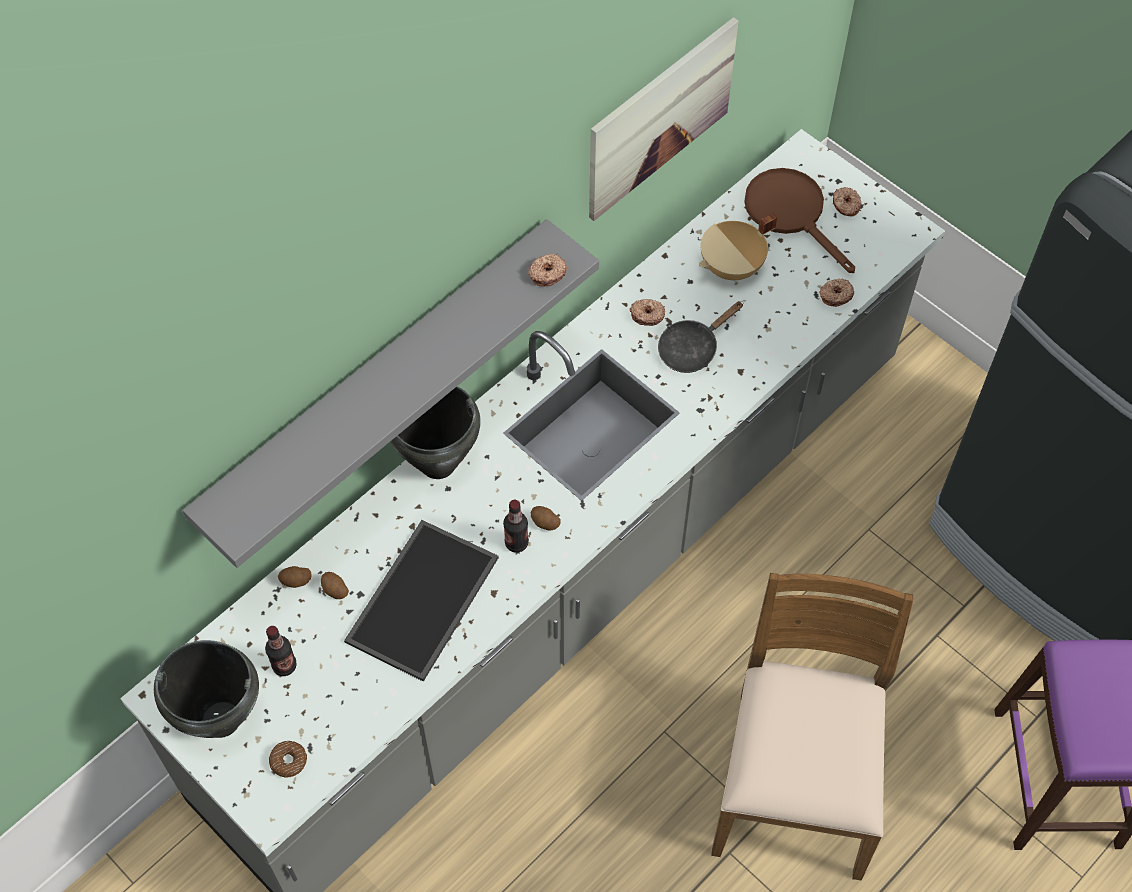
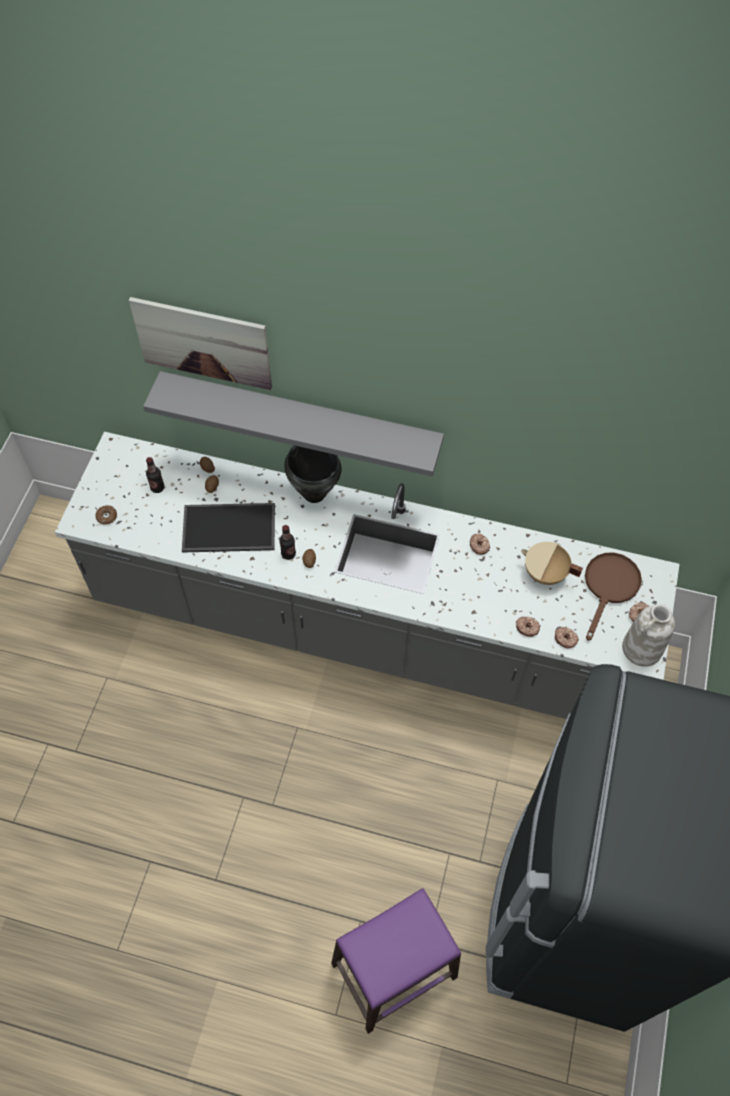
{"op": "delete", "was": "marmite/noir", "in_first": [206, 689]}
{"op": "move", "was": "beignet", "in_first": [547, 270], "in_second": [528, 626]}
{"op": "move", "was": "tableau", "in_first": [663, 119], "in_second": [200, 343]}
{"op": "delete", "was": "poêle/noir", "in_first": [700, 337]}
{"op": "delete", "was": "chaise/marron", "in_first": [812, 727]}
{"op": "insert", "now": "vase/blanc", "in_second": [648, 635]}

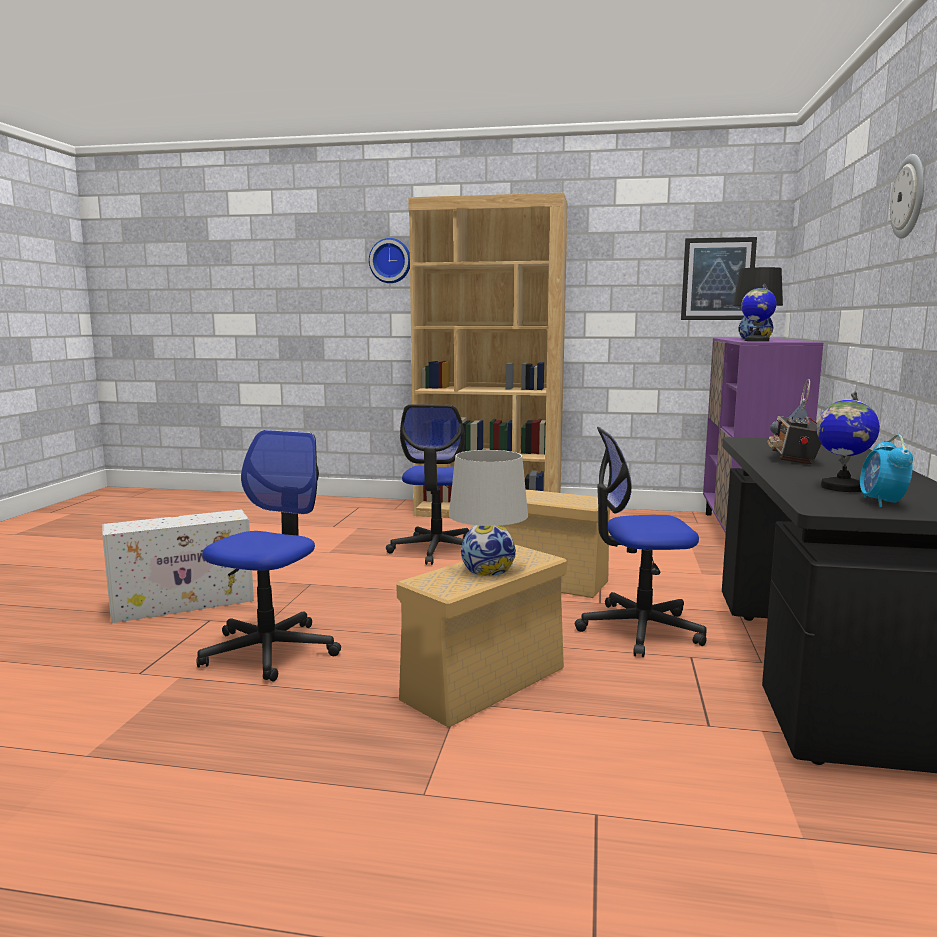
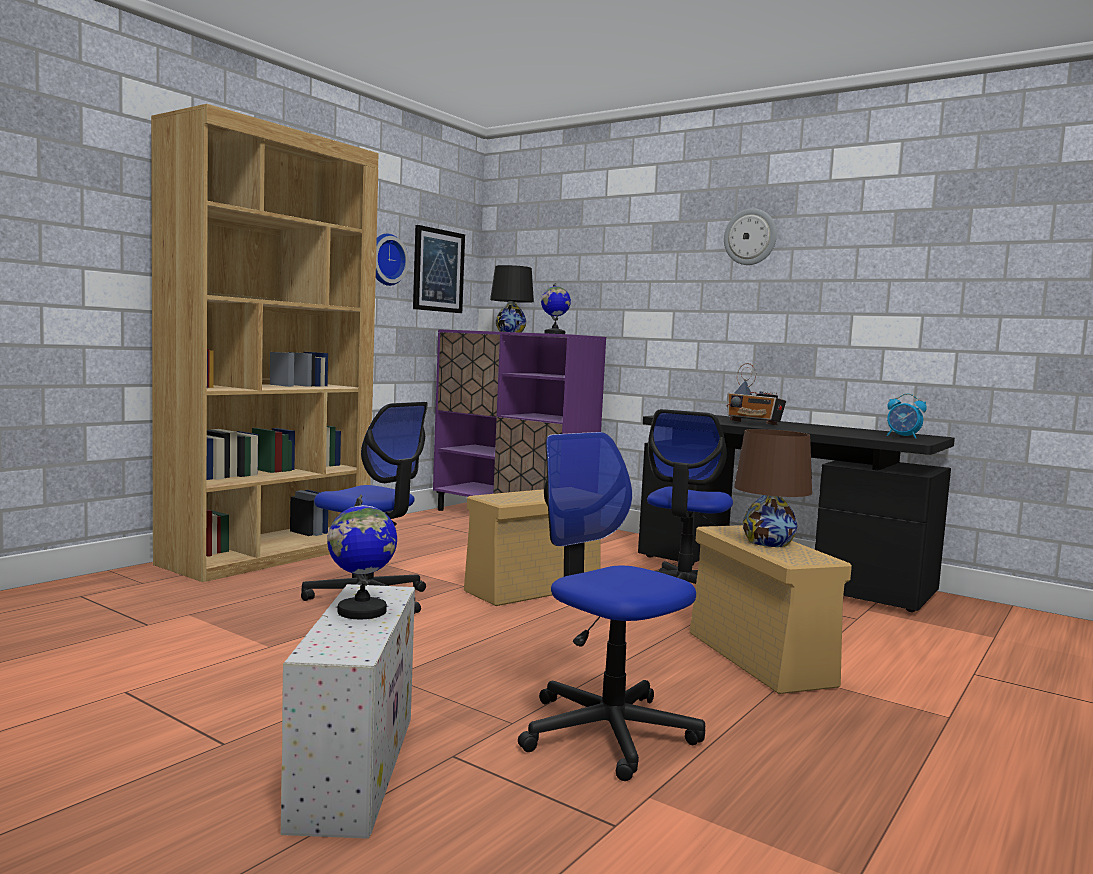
{"op": "move", "was": "horloge murale", "in_first": [389, 260], "in_second": [392, 260]}
{"op": "recolor", "was": "lampe de table/blanc", "now": "lampe de table/marron", "in_first": [488, 513], "in_second": [773, 488]}
{"op": "move", "was": "globe", "in_first": [848, 442], "in_second": [362, 556]}

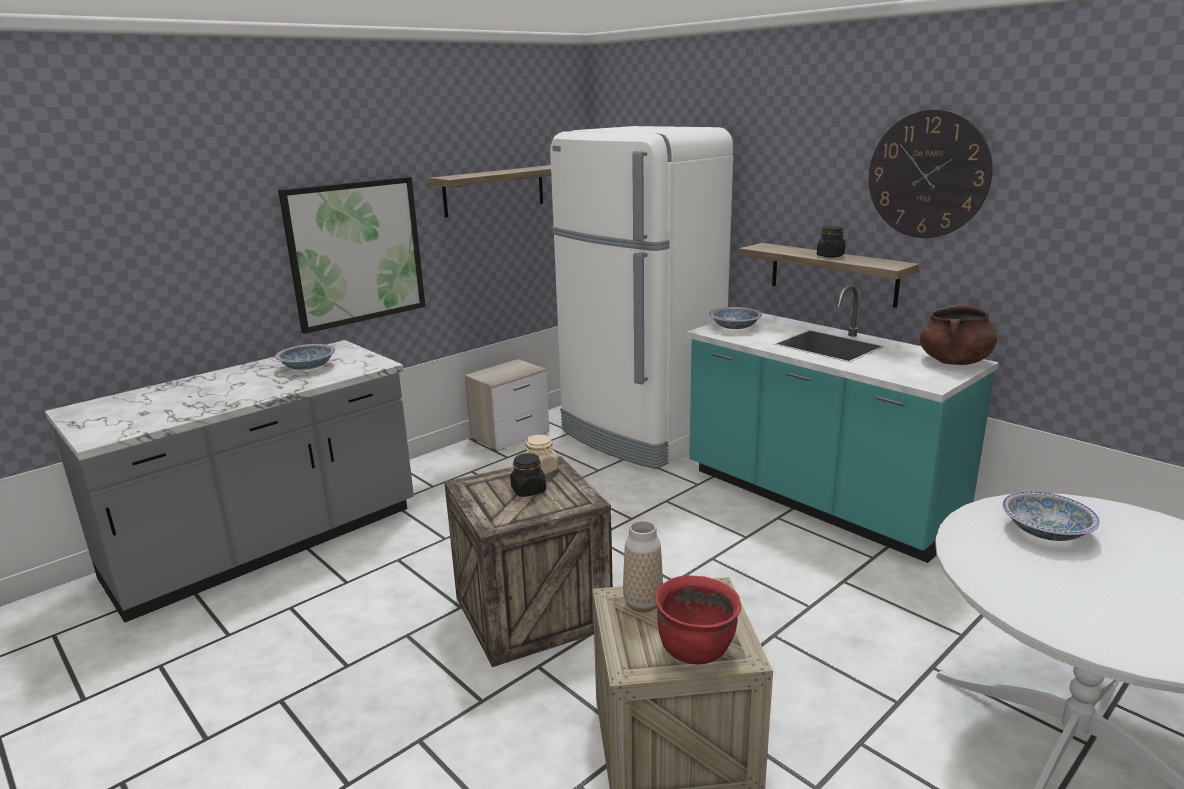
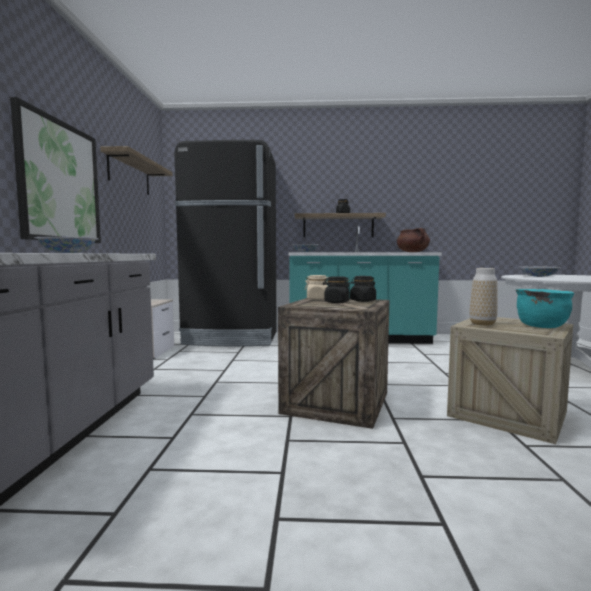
{"op": "recolor", "was": "réfrigérateur/blanc", "now": "réfrigérateur/noir", "in_first": [641, 297], "in_second": [225, 243]}
{"op": "recolor", "was": "marmite/rouge", "now": "marmite/turquoise", "in_first": [698, 619], "in_second": [545, 308]}
{"op": "delete", "was": "horloge murale", "in_first": [931, 174]}
{"op": "insert", "now": "bocal/noir", "in_second": [363, 289]}

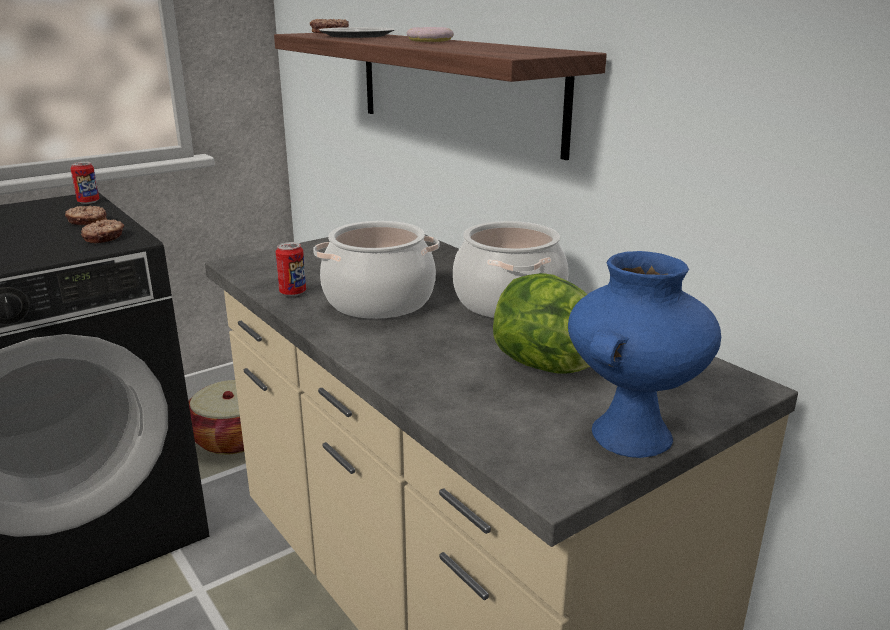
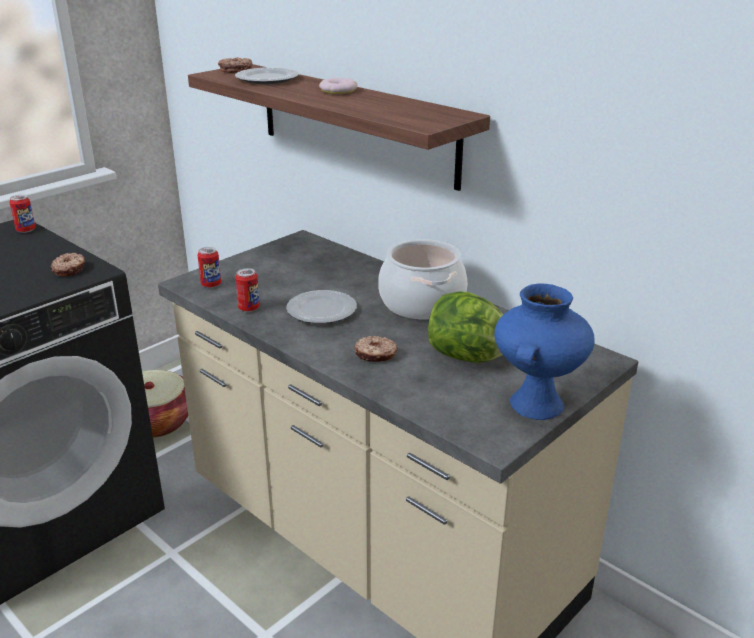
{"op": "move", "was": "beignet", "in_first": [86, 215], "in_second": [376, 349]}
{"op": "replace", "was": "marmite", "now": "assiette", "in_first": [376, 270], "in_second": [321, 307]}
{"op": "insert", "now": "boîte métallique", "in_second": [209, 267]}

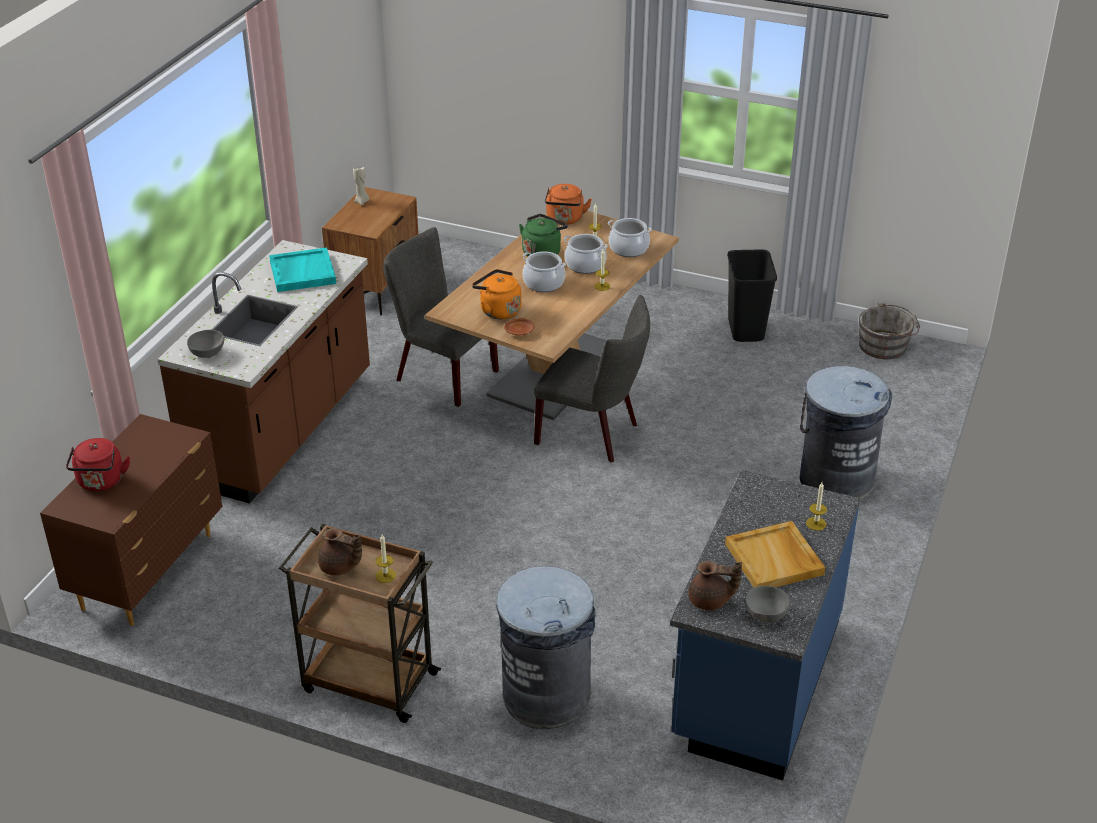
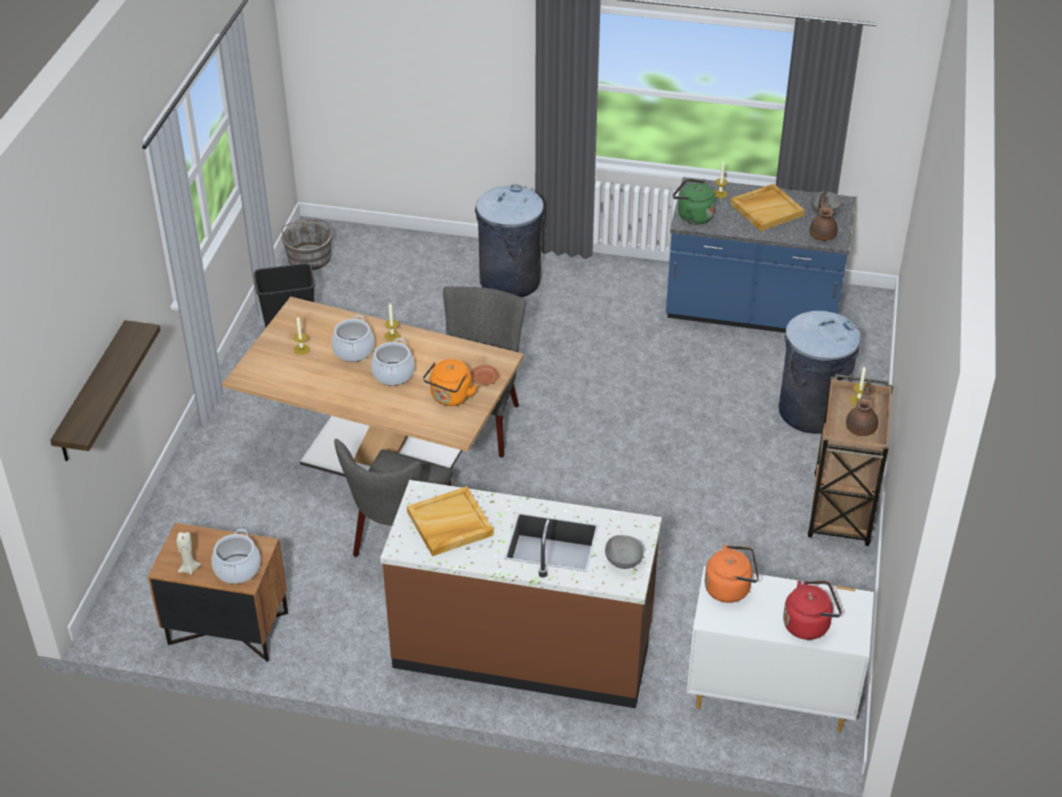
{"op": "recolor", "was": "commode/marron", "now": "commode/blanc", "in_first": [131, 520], "in_second": [780, 649]}
{"op": "recolor", "was": "plateau/turquoise", "now": "plateau/beige", "in_first": [302, 269], "in_second": [450, 521]}
{"op": "move", "was": "bouilloire/vert", "in_first": [543, 235], "in_second": [694, 202]}
{"op": "move", "was": "bouilloire/orange", "in_first": [568, 204], "in_second": [732, 574]}
{"op": "move", "was": "marmite", "in_first": [630, 237], "in_second": [236, 556]}
{"op": "insert", "now": "étagère", "in_second": [105, 390]}

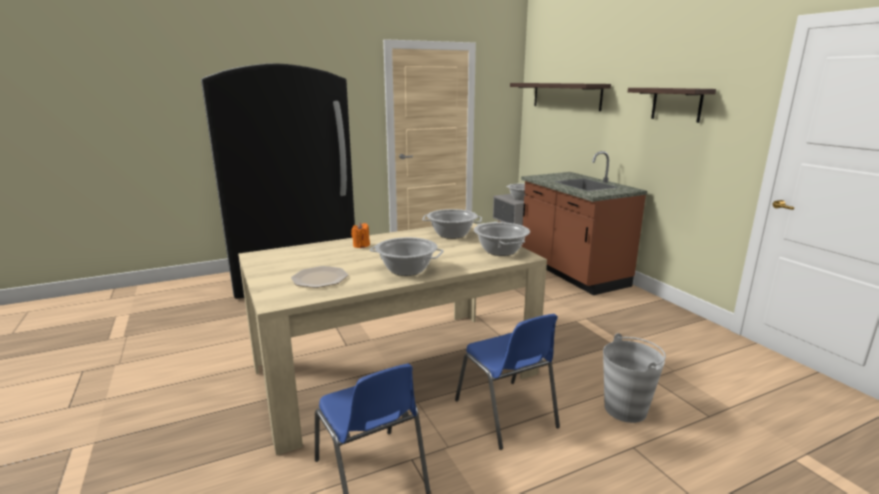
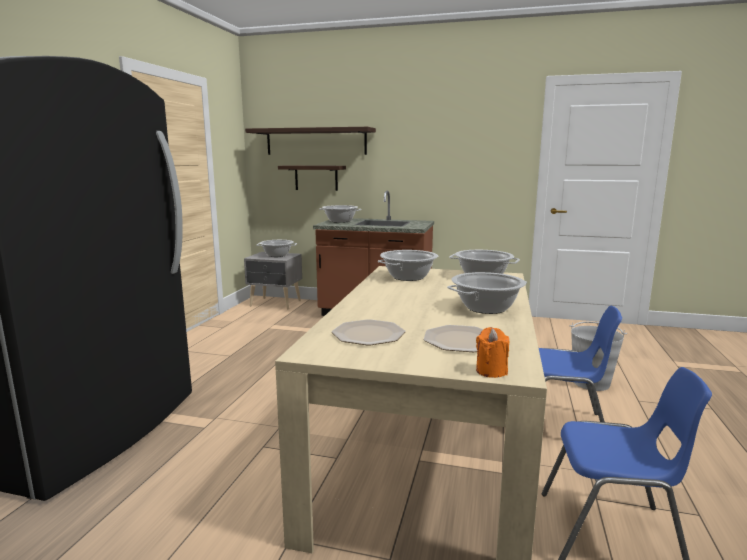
{"op": "move", "was": "bougie/orange", "in_first": [360, 235], "in_second": [492, 352]}
{"op": "move", "was": "étagère", "in_first": [672, 105], "in_second": [312, 178]}
{"op": "insert", "now": "marmite", "in_second": [340, 214]}
{"op": "insert", "now": "assiette", "in_second": [369, 332]}

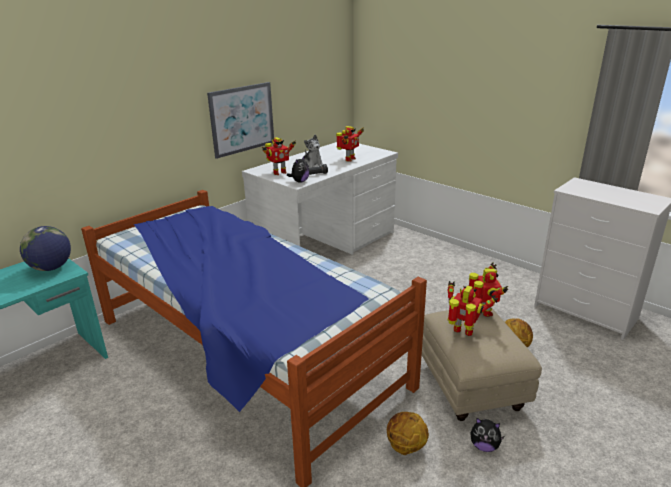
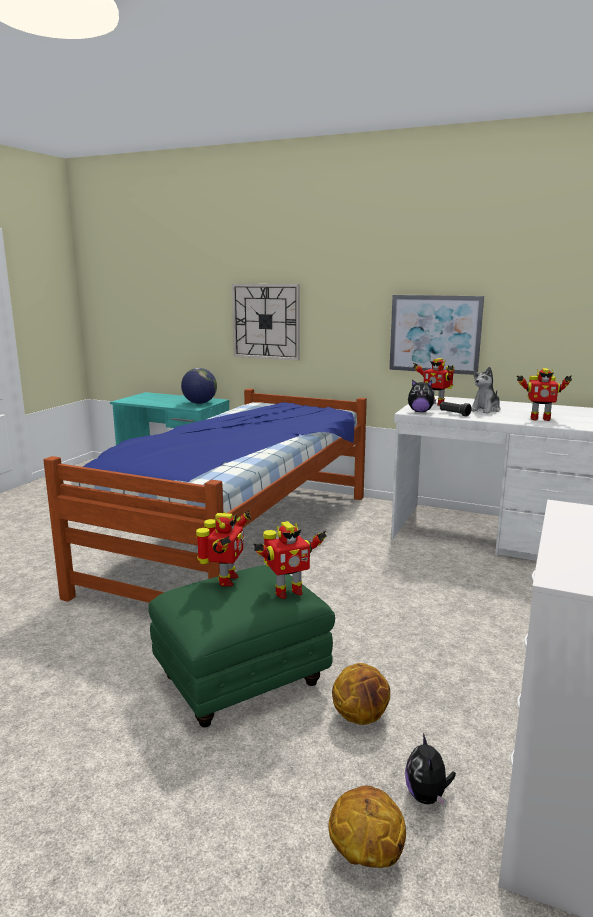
{"op": "move", "was": "ballon de basket", "in_first": [408, 433], "in_second": [367, 826]}
{"op": "recolor", "was": "pouf/beige", "now": "pouf/vert", "in_first": [482, 365], "in_second": [241, 646]}
{"op": "move", "was": "peluche", "in_first": [487, 435], "in_second": [430, 769]}
{"op": "insert", "now": "horloge murale", "in_second": [266, 322]}

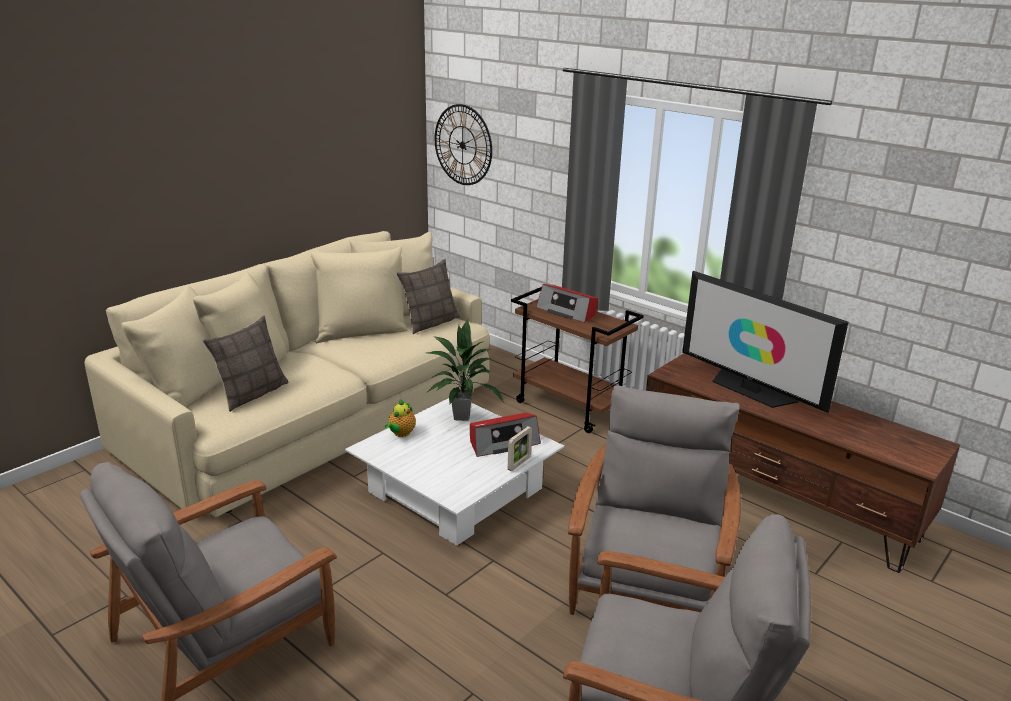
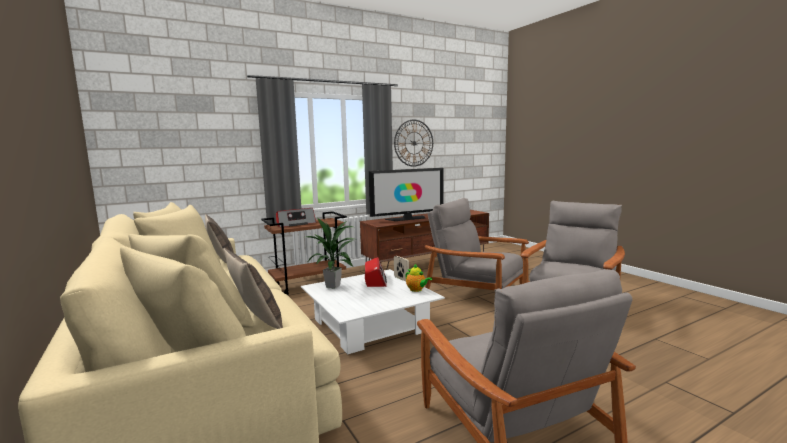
{"op": "move", "was": "théière", "in_first": [400, 418], "in_second": [418, 278]}
{"op": "move", "was": "horloge murale", "in_first": [463, 144], "in_second": [413, 143]}

